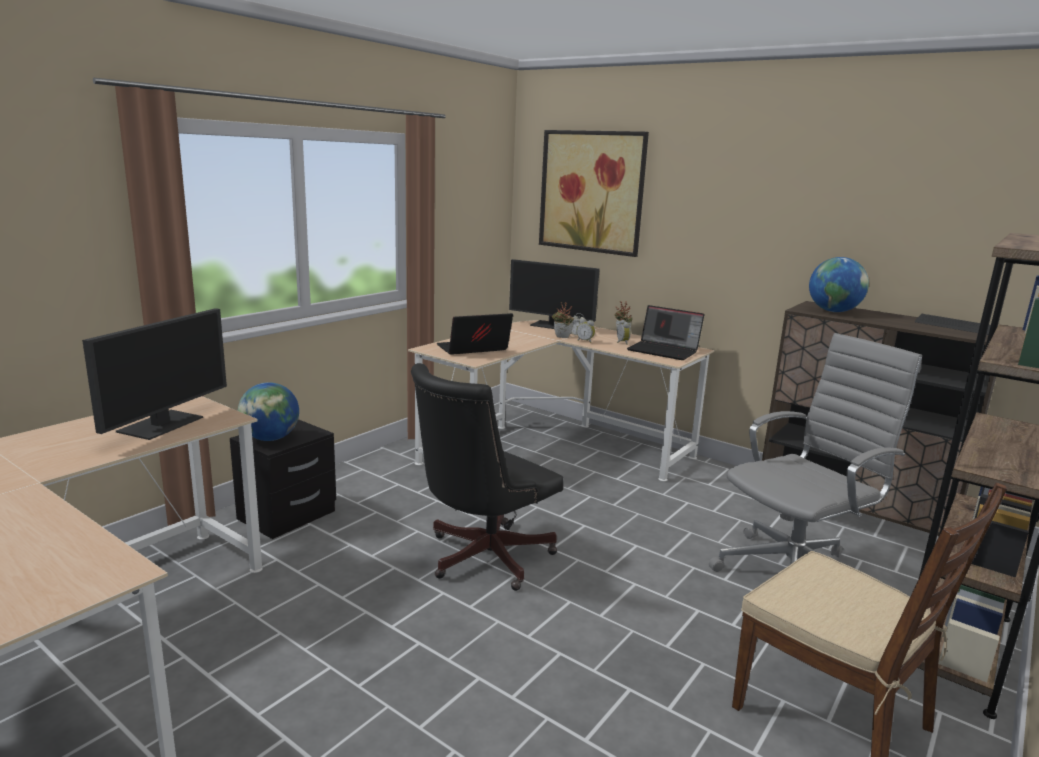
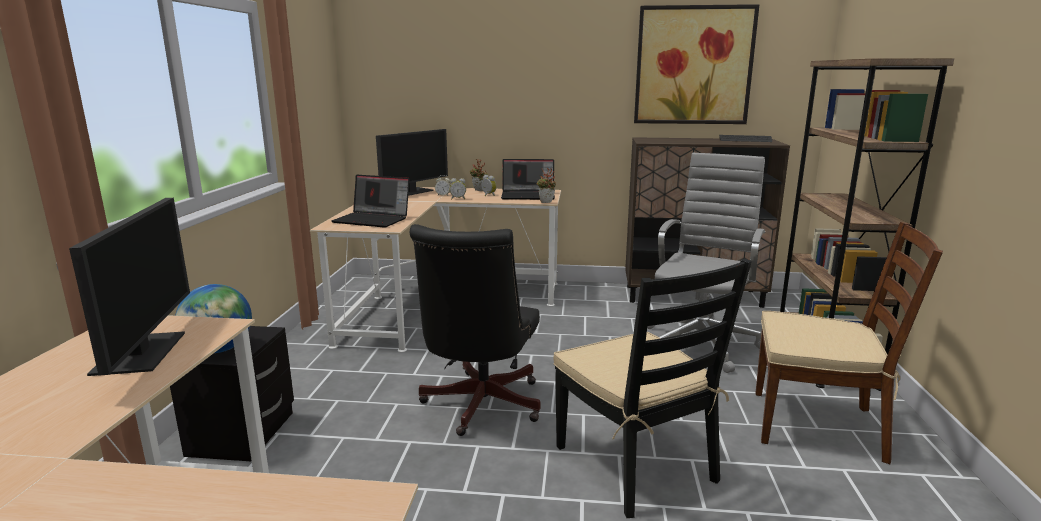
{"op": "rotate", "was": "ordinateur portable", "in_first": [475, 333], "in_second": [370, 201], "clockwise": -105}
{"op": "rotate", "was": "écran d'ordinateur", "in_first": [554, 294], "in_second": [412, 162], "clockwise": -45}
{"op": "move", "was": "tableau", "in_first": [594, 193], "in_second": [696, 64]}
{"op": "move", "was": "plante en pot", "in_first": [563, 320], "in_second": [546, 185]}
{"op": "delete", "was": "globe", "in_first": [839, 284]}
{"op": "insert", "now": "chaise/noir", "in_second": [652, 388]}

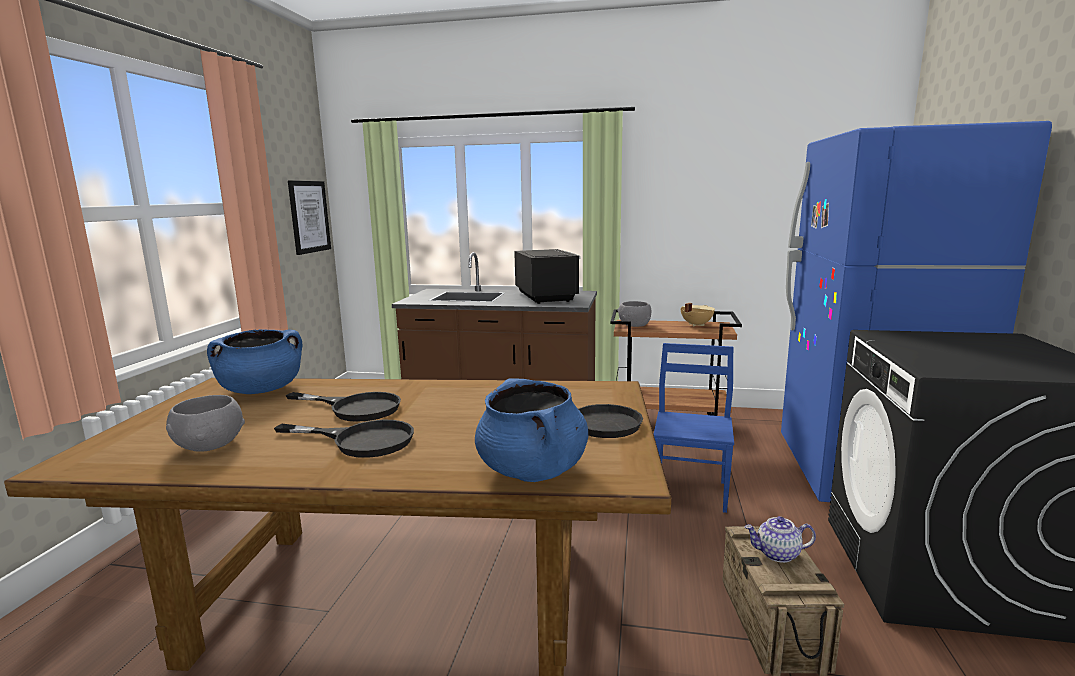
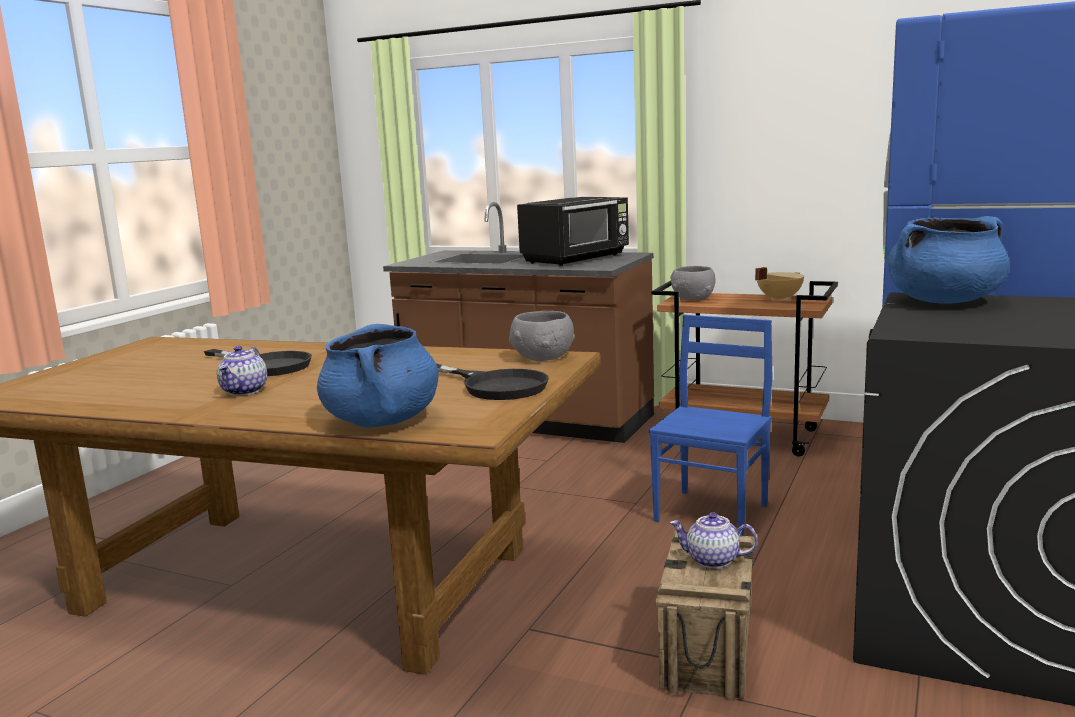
{"op": "move", "was": "bol/gris", "in_first": [205, 423], "in_second": [542, 336]}
{"op": "move", "was": "marmite/bleu", "in_first": [255, 361], "in_second": [949, 260]}
{"op": "replace", "was": "poêle/noir", "now": "théière", "in_first": [344, 439], "in_second": [242, 371]}
{"op": "delete", "was": "tableau", "in_first": [309, 217]}
{"op": "rotate", "was": "micro-ondes/noir", "in_first": [547, 276], "in_second": [573, 231], "clockwise": 45}

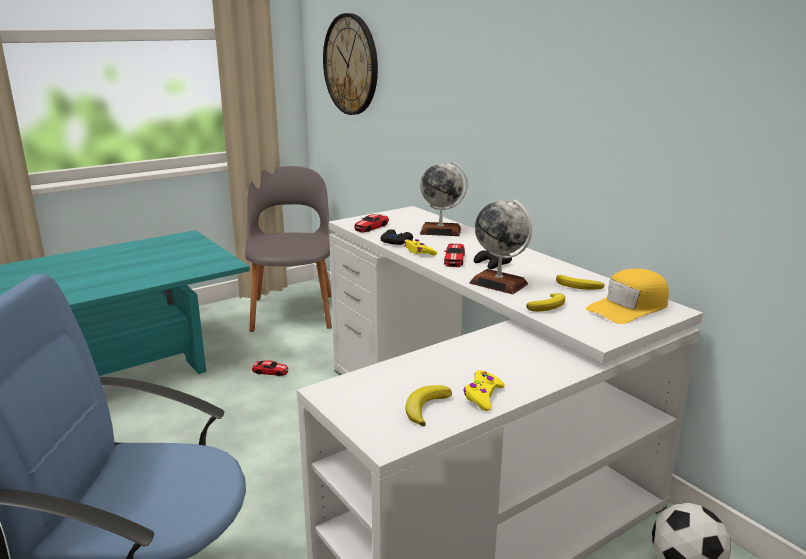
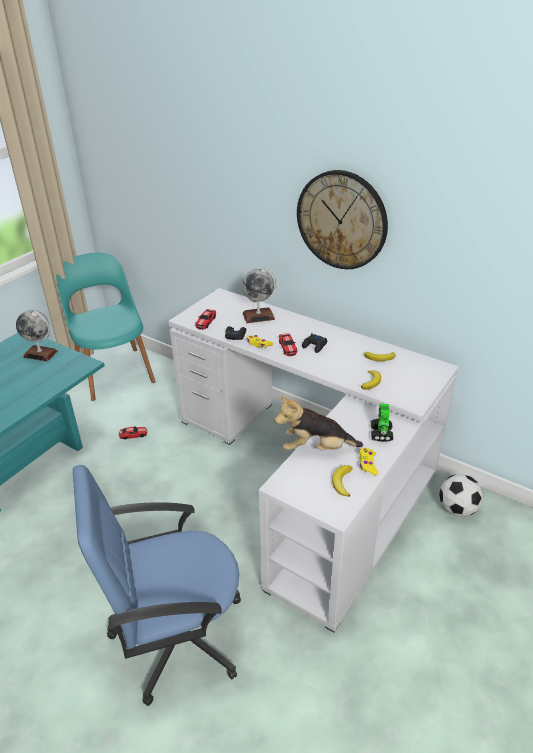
{"op": "recolor", "was": "chaise/gris", "now": "chaise/turquoise", "in_first": [288, 249], "in_second": [106, 327]}
{"op": "move", "was": "horloge murale", "in_first": [350, 64], "in_second": [342, 219]}
{"op": "move", "was": "globe", "in_first": [500, 247], "in_second": [37, 336]}
{"op": "delete", "was": "casquette/jaune", "in_first": [627, 296]}
{"op": "insert", "now": "peluche", "in_second": [319, 423]}
{"op": "insert", "now": "robot jouet", "in_second": [382, 423]}

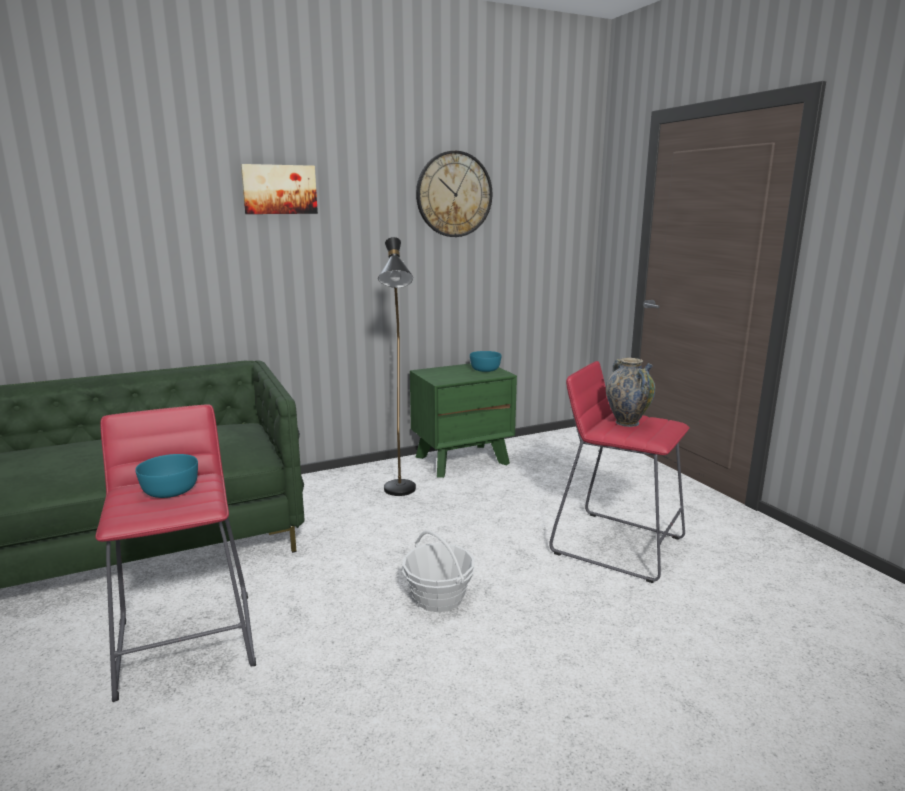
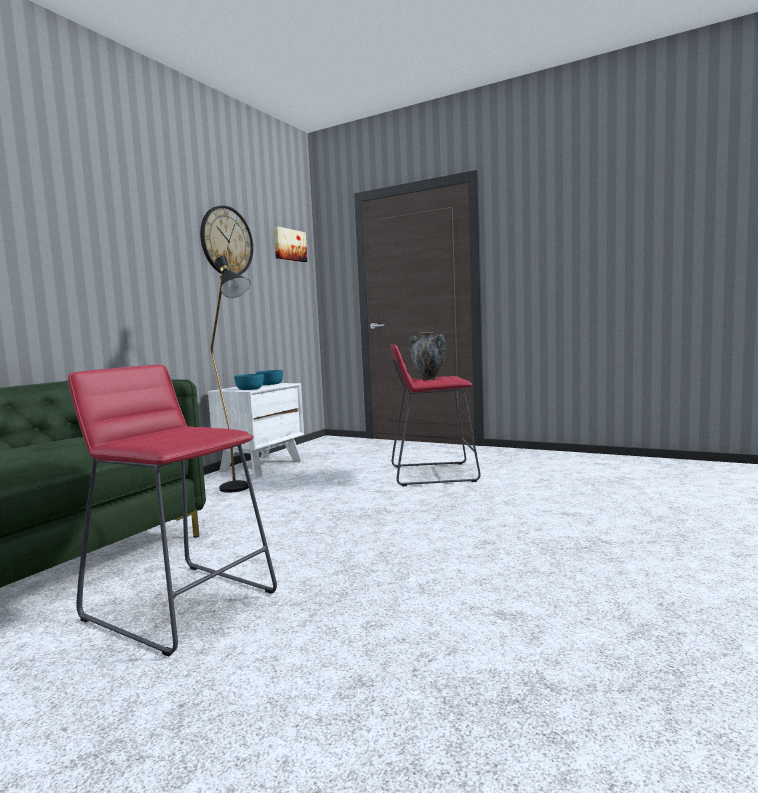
{"op": "move", "was": "bol/turquoise", "in_first": [166, 476], "in_second": [249, 382]}
{"op": "move", "was": "tableau", "in_first": [279, 189], "in_second": [290, 244]}
{"op": "delete", "was": "panier", "in_first": [438, 571]}
{"op": "recolor", "was": "table de chevet/vert", "now": "table de chevet/blanc", "in_first": [463, 420], "in_second": [256, 430]}

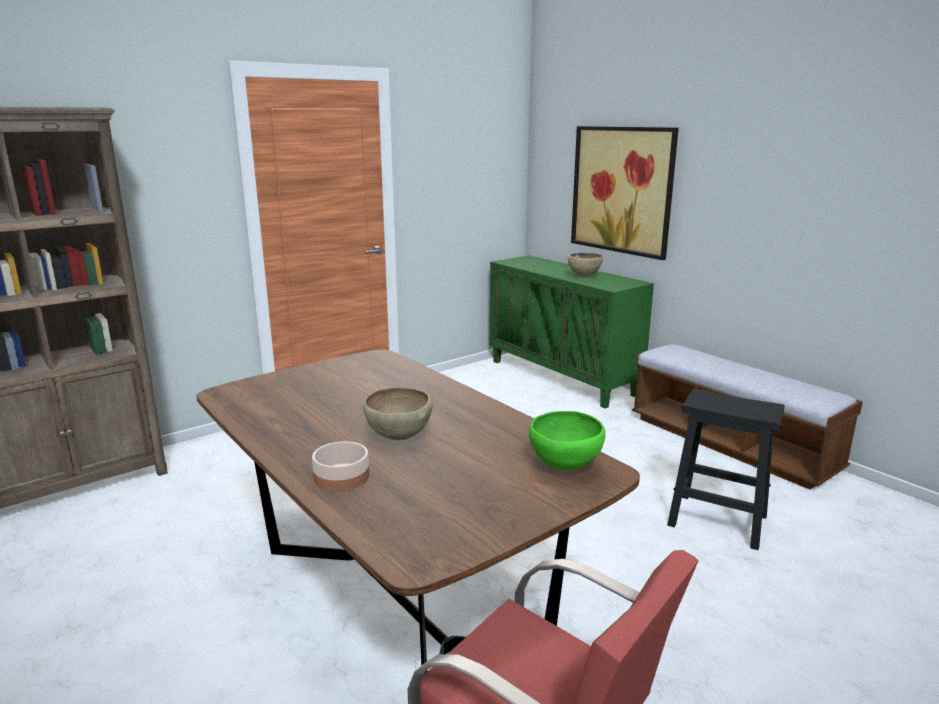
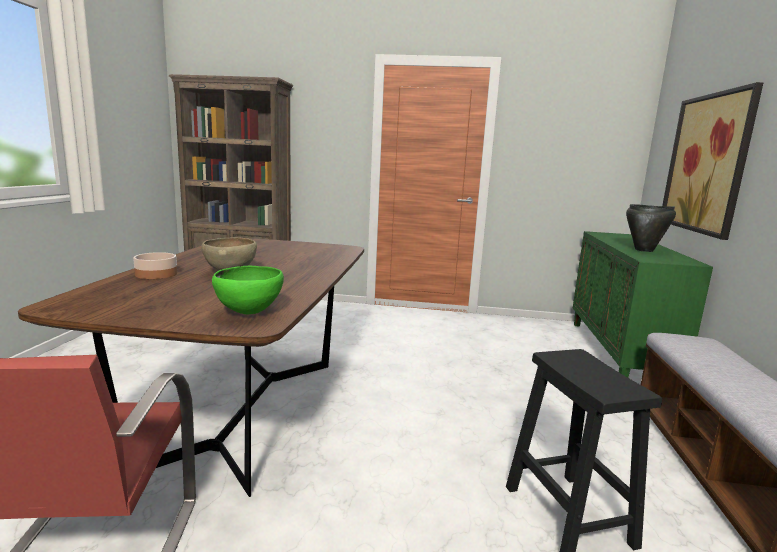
{"op": "replace", "was": "bol/marron", "now": "marmite/noir", "in_first": [585, 265], "in_second": [651, 228]}

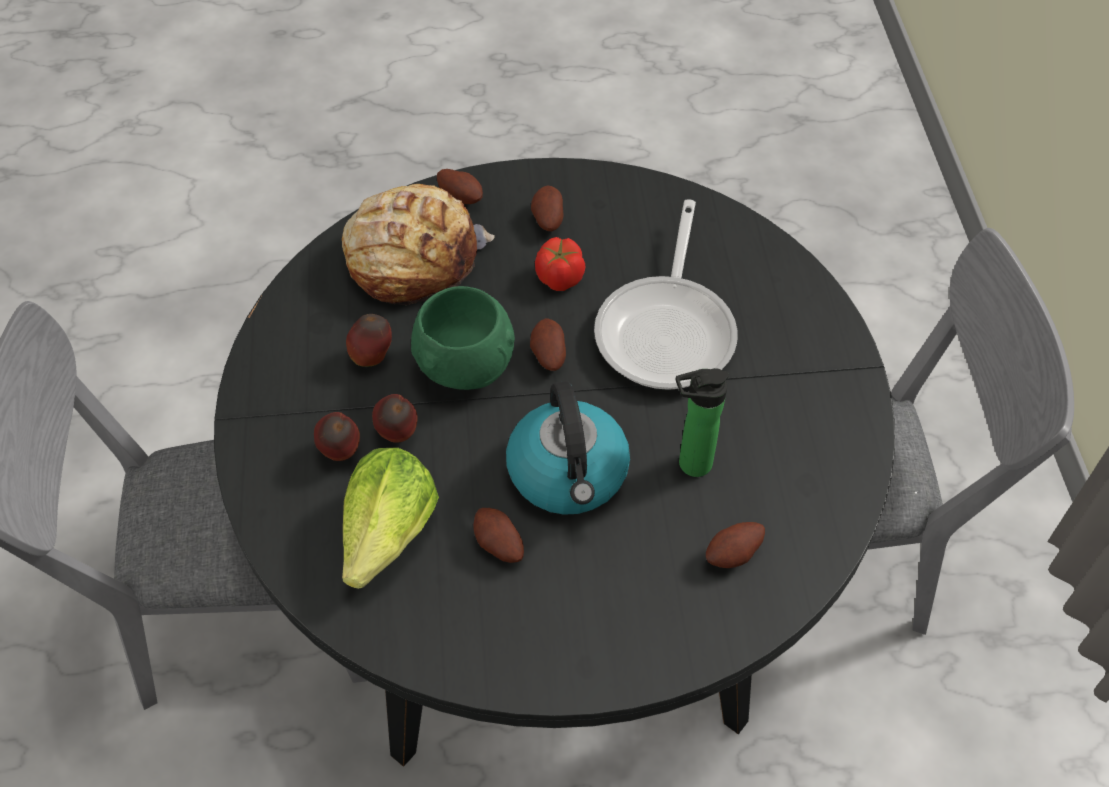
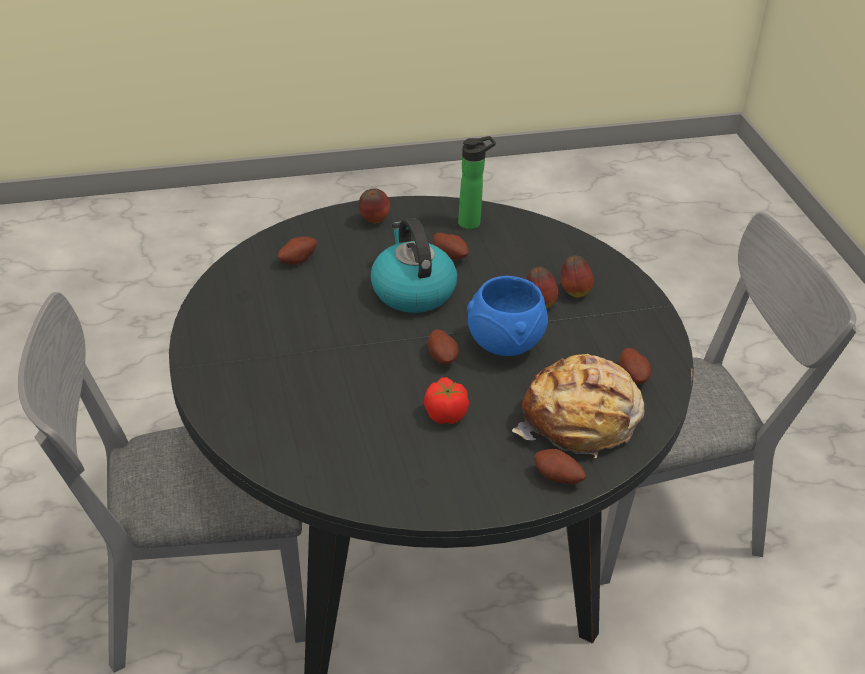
{"op": "delete", "was": "laitue", "in_first": [390, 518]}
{"op": "move", "was": "pomme", "in_first": [369, 340], "in_second": [374, 206]}
{"op": "recolor", "was": "bol/vert", "now": "bol/bleu", "in_first": [463, 338], "in_second": [507, 316]}
{"op": "move", "was": "pomme de terre", "in_first": [547, 208], "in_second": [635, 366]}
{"op": "delete", "was": "poêle", "in_first": [666, 294]}
{"op": "move", "was": "bouteille", "in_first": [702, 422], "in_second": [477, 182]}

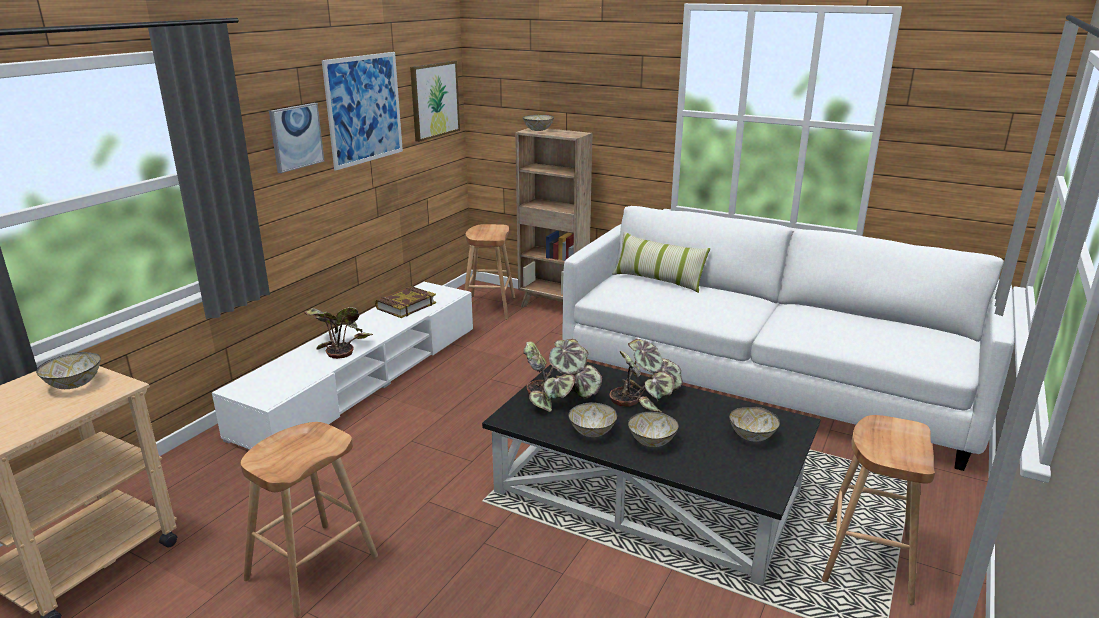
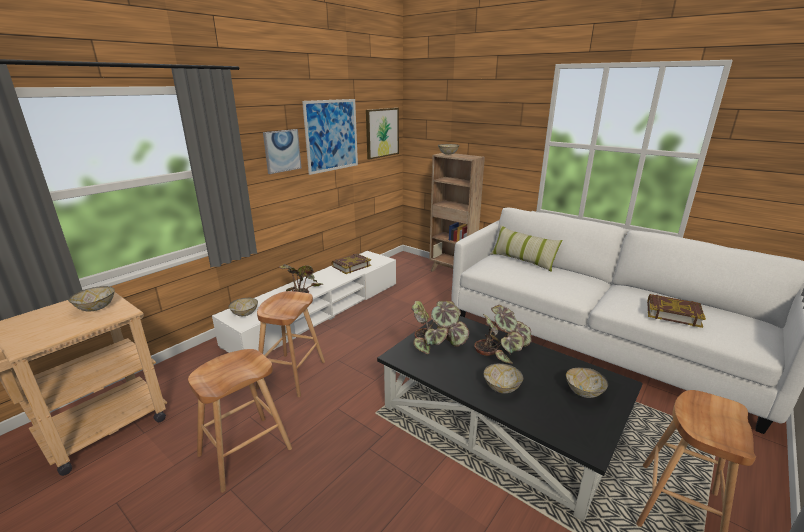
{"op": "move", "was": "tabouret/marron", "in_first": [489, 272], "in_second": [290, 344]}
{"op": "move", "was": "bol", "in_first": [592, 419], "in_second": [243, 307]}
{"op": "insert", "now": "livre", "in_second": [676, 311]}

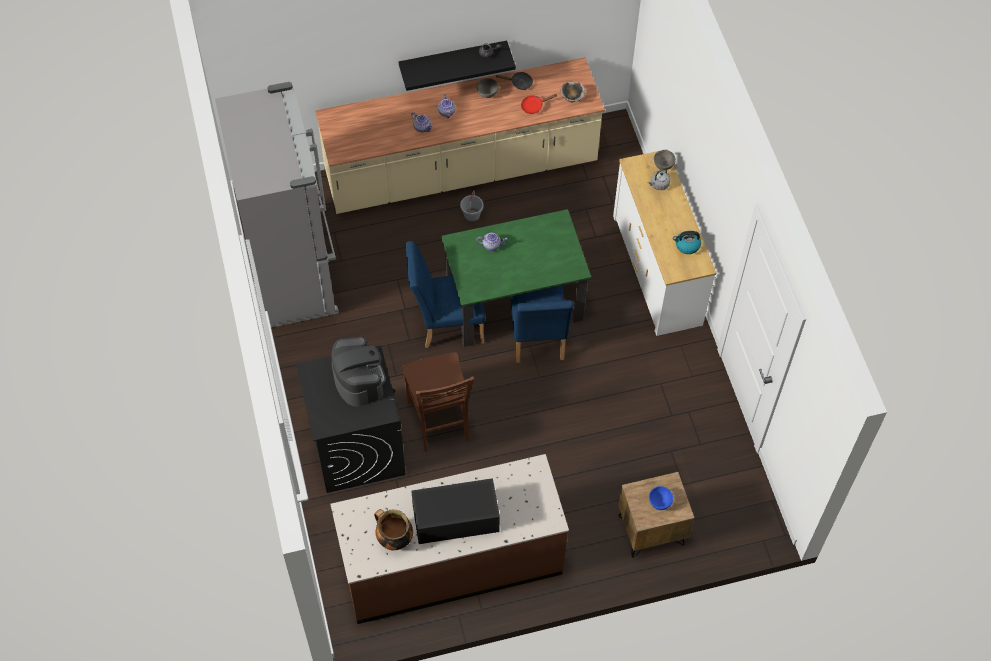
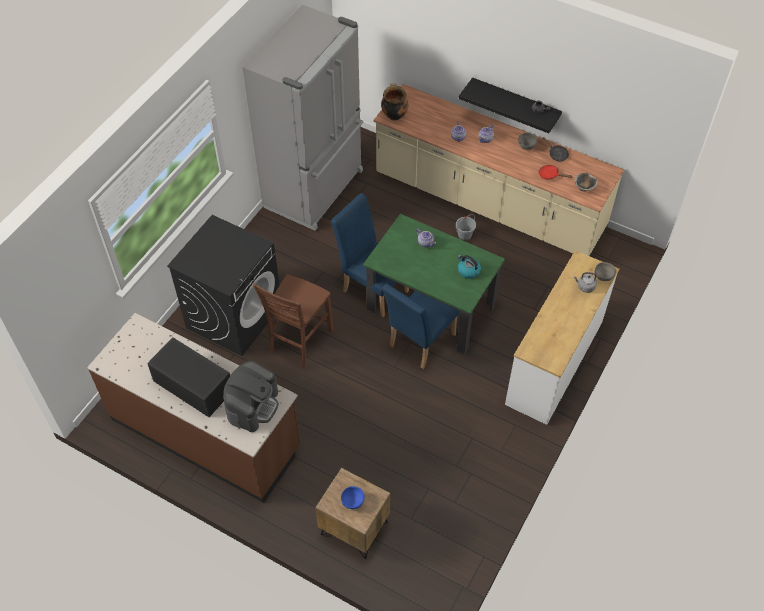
{"op": "move", "was": "machine à café", "in_first": [358, 372], "in_second": [251, 396]}
{"op": "move", "was": "marmite", "in_first": [393, 529], "in_second": [394, 102]}
{"op": "move", "was": "bouilloire", "in_first": [687, 242], "in_second": [469, 267]}

